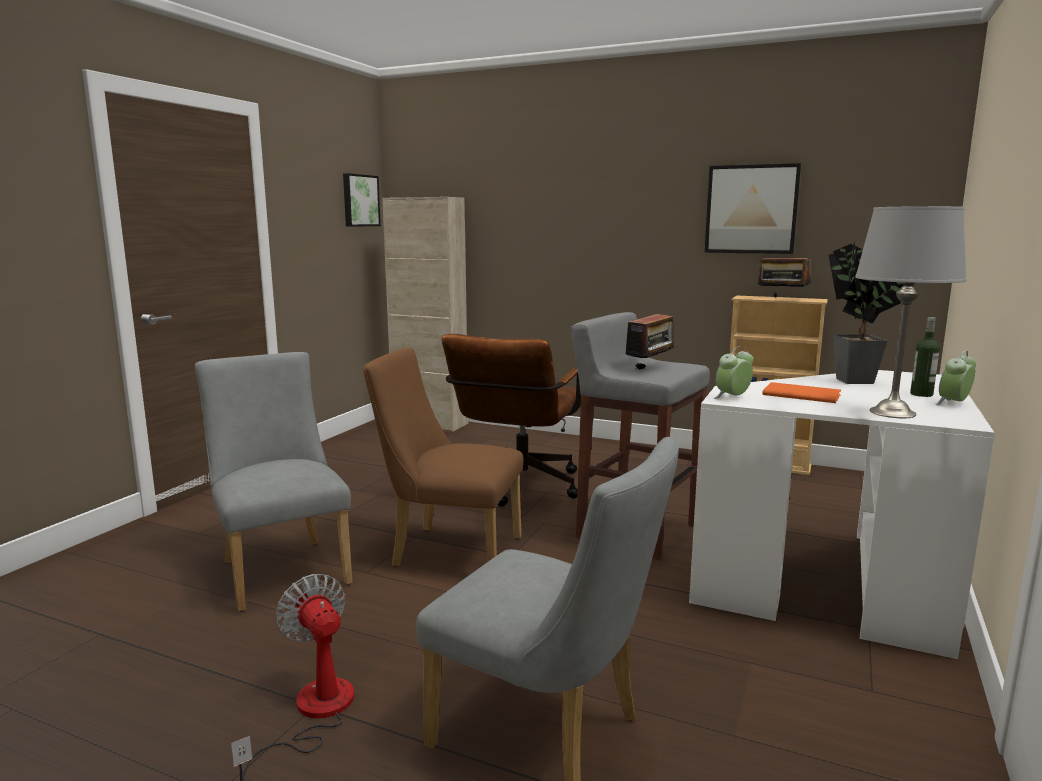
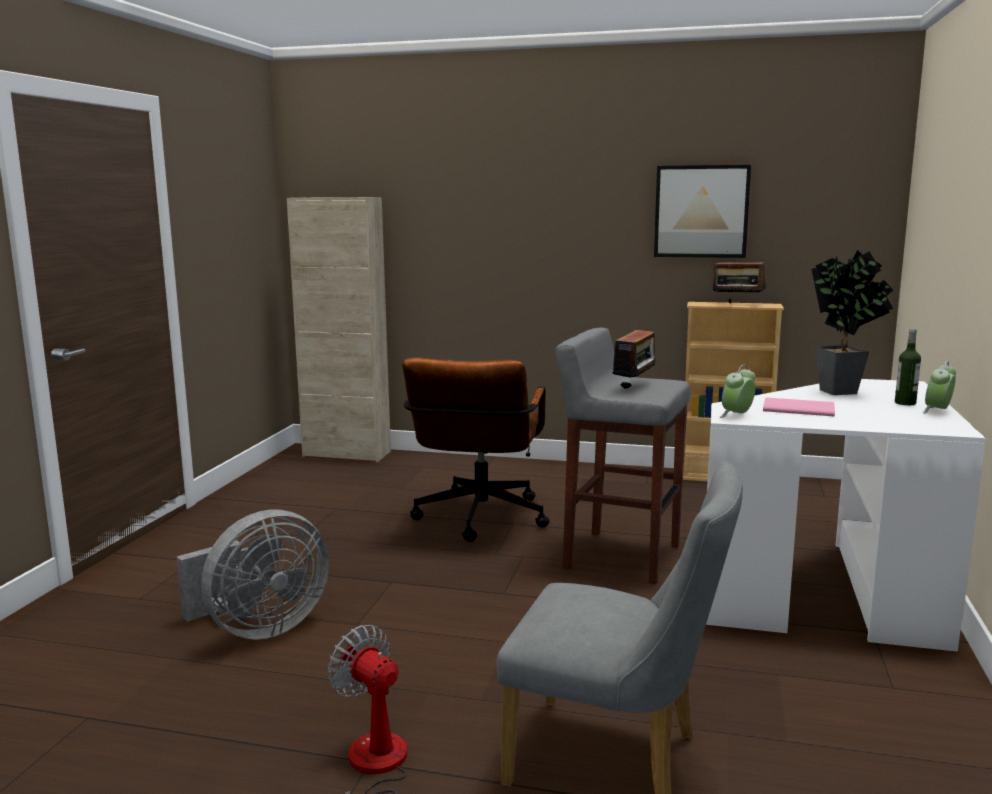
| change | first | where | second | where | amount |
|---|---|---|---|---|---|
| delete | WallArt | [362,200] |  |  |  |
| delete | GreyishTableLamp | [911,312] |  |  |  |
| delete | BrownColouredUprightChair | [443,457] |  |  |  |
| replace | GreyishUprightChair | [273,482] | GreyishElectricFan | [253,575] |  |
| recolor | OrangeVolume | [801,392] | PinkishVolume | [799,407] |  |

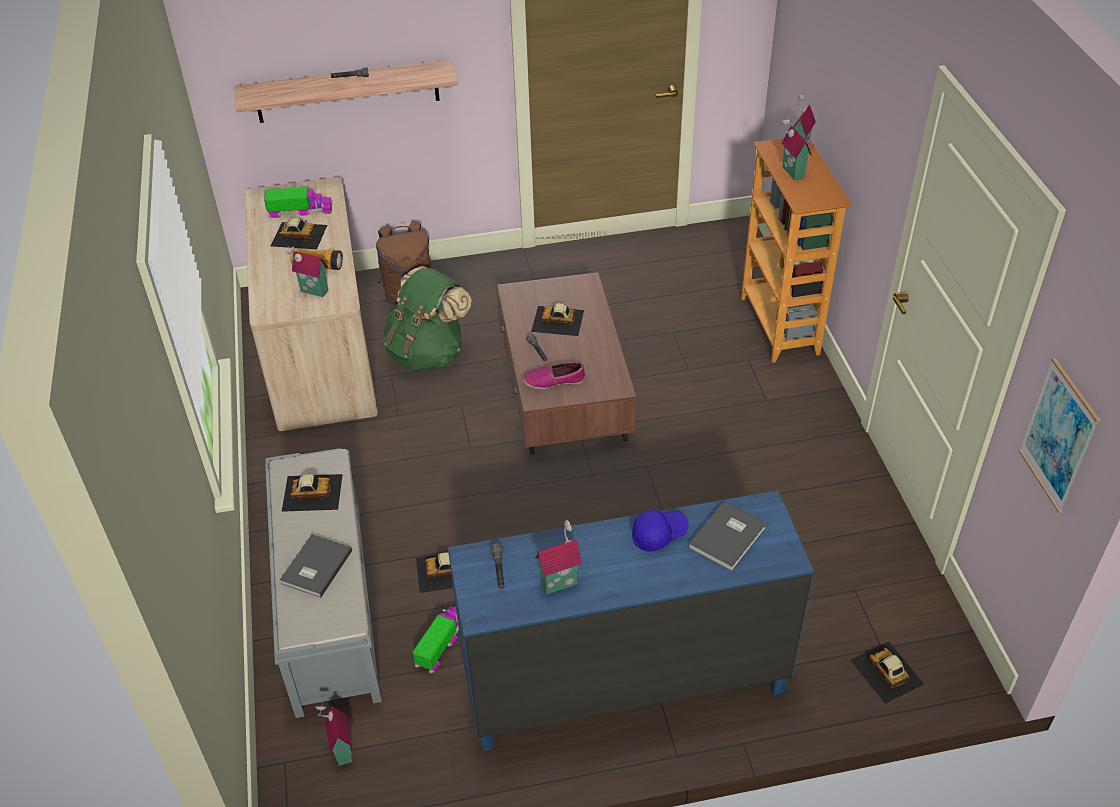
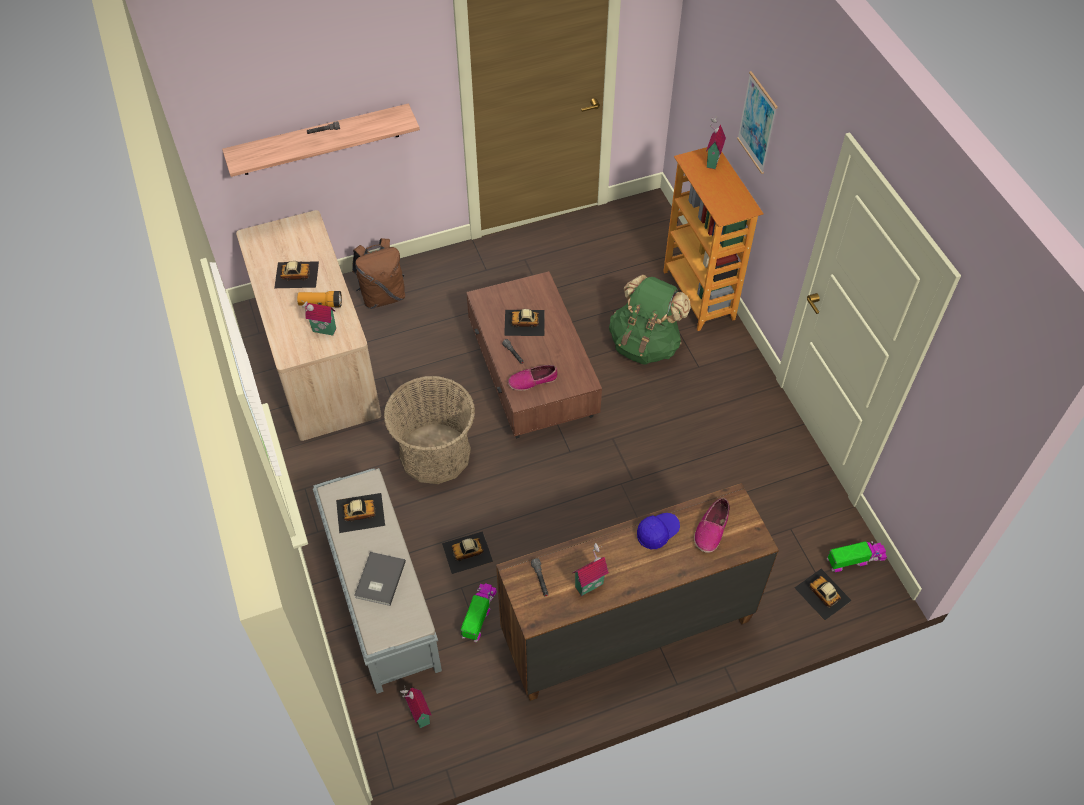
| change | first | where | second | where | amount |
|---|---|---|---|---|---|
| delete | MiniatureHouse | [796,149] |  |  |  |
| move | ToyLorry | [298,202] |  | [857,556] |  |
| move | GreenColouredRucksack | [427,318] |  | [650,320] |  |
| move | WallArt | [1059,435] |  | [757,122] |  |
| recolor | BlueColouredChestOfDrawers | [631,621] | BrownColouredChestOfDrawers | [637,592] |  |
| replace | GreyishVolume | [727,536] | LowShoe | [711,525] |  |
| insert |  |  | StorageBasket | [429,430] |  |

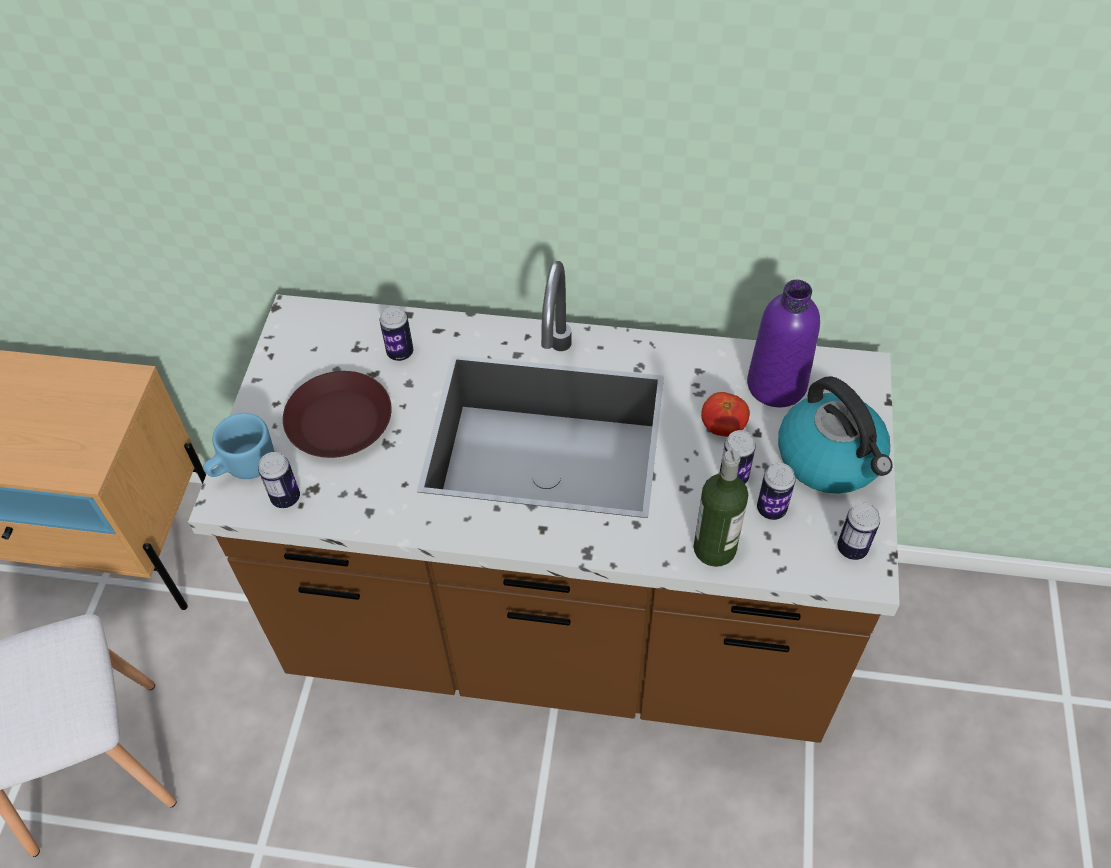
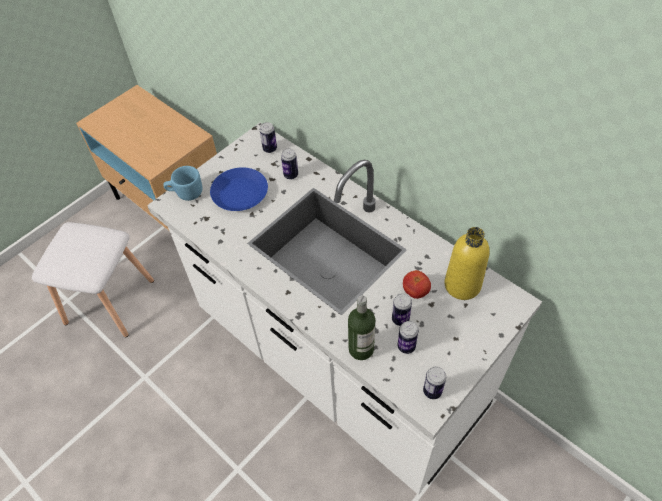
| change | first | where | second | where | amount |
|---|---|---|---|---|---|
| recolor | BrownColouredCounter | [544,502] | WhitishCounter | [344,309] |  |
| recolor | PurpleColouredBeverageBottle | [783,343] | YellowishBeverageBottle | [467,263] |  |
| recolor | BrownColouredDinnerPlate | [337,414] | BlueColouredDinnerPlate | [239,189] |  |
| delete | WaterKettle | [835,435] |  |  |  |
| move | MetalCan | [279,480] |  | [268,137] |  |

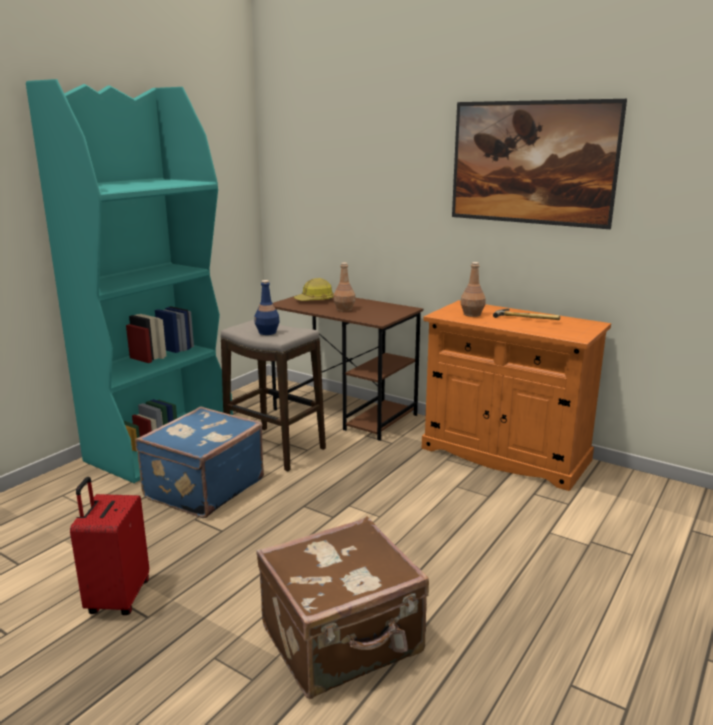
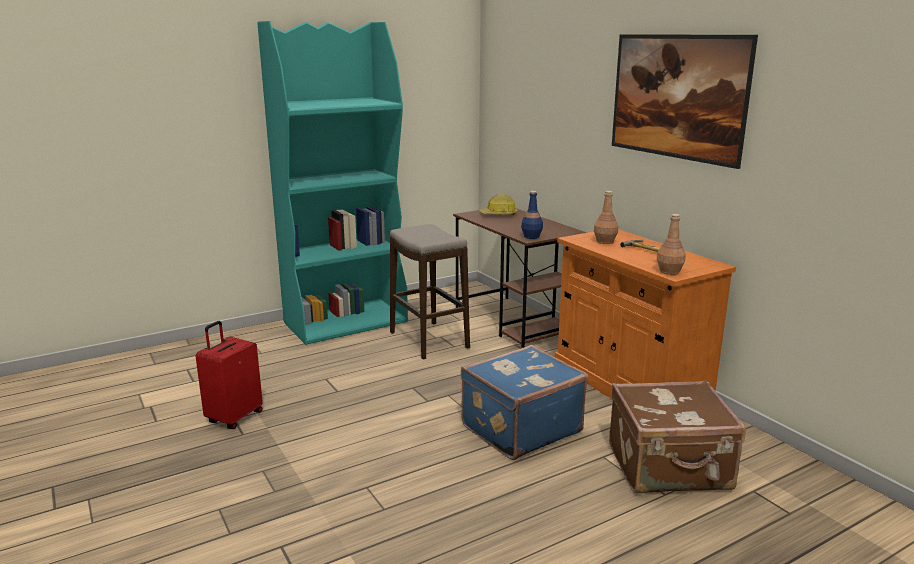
| change | first | where | second | where | amount |
|---|---|---|---|---|---|
| move | BrownColouredBeverageBottle | [344,287] |  | [671,244] |  |
| move | BlueColouredBeverageBottle | [267,307] |  | [532,215] |  |
| move | BlueColouredSuitcase | [199,462] |  | [524,402] |  |
| move | BrownColouredSuitcase | [342,607] |  | [677,437] |  |

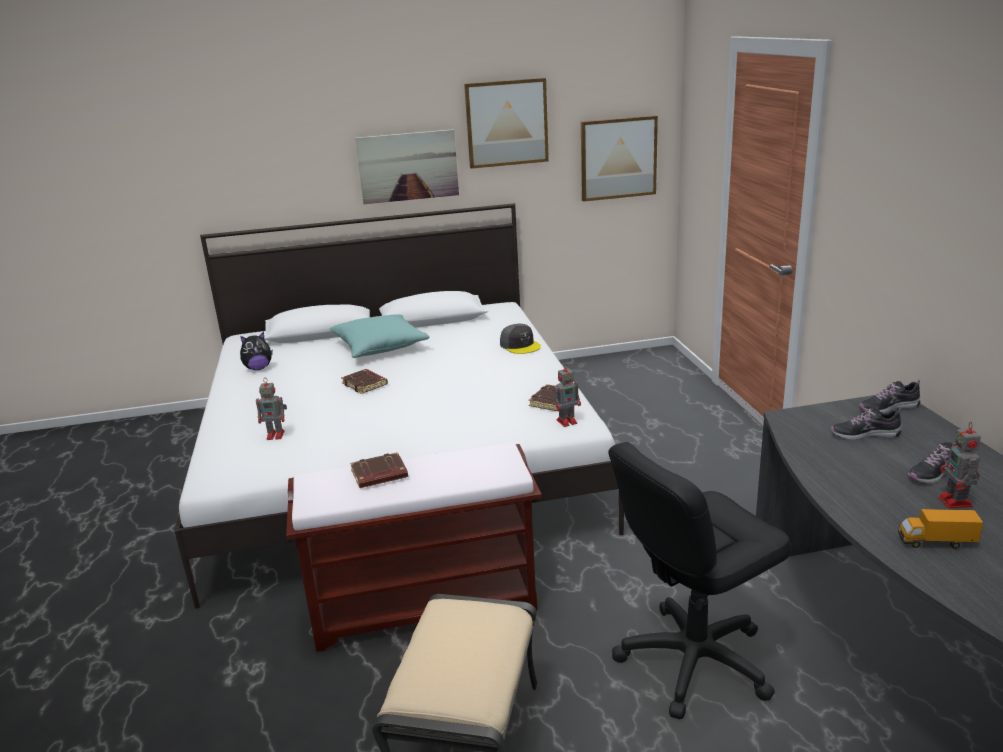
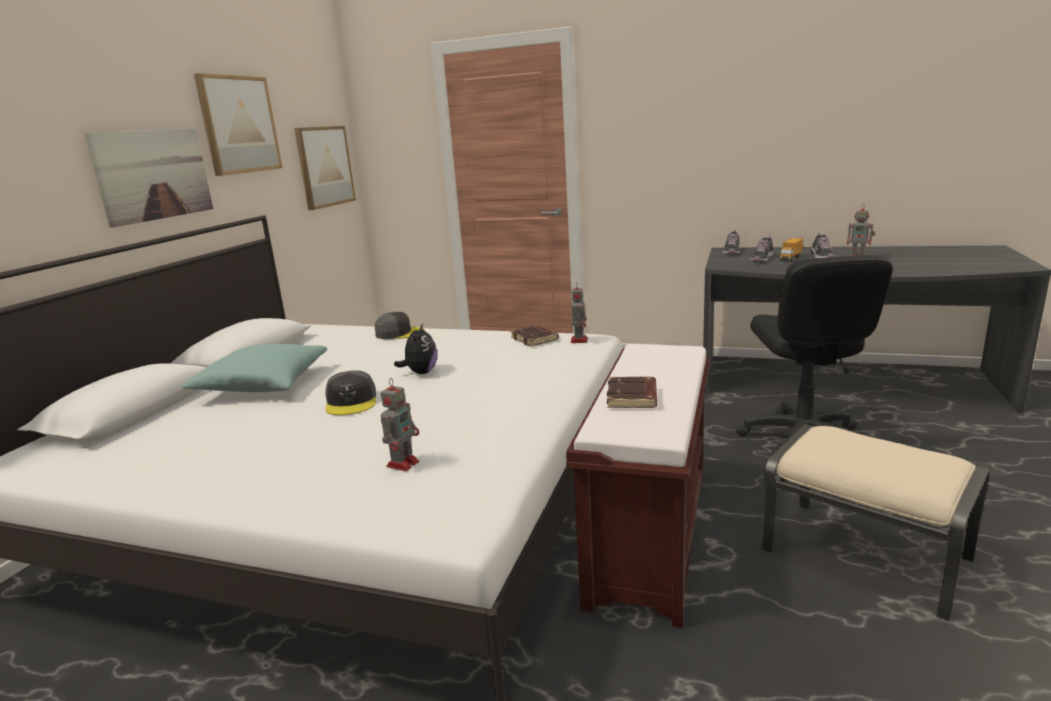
| change | first | where | second | where | amount |
|---|---|---|---|---|---|
| move | PlushToy | [256,351] |  | [415,348] |  |
| replace | BrownColouredVolume | [364,381] | GreyishPeakedCap | [350,392] |  |
| move | ToyLorry | [941,529] |  | [791,250] |  |

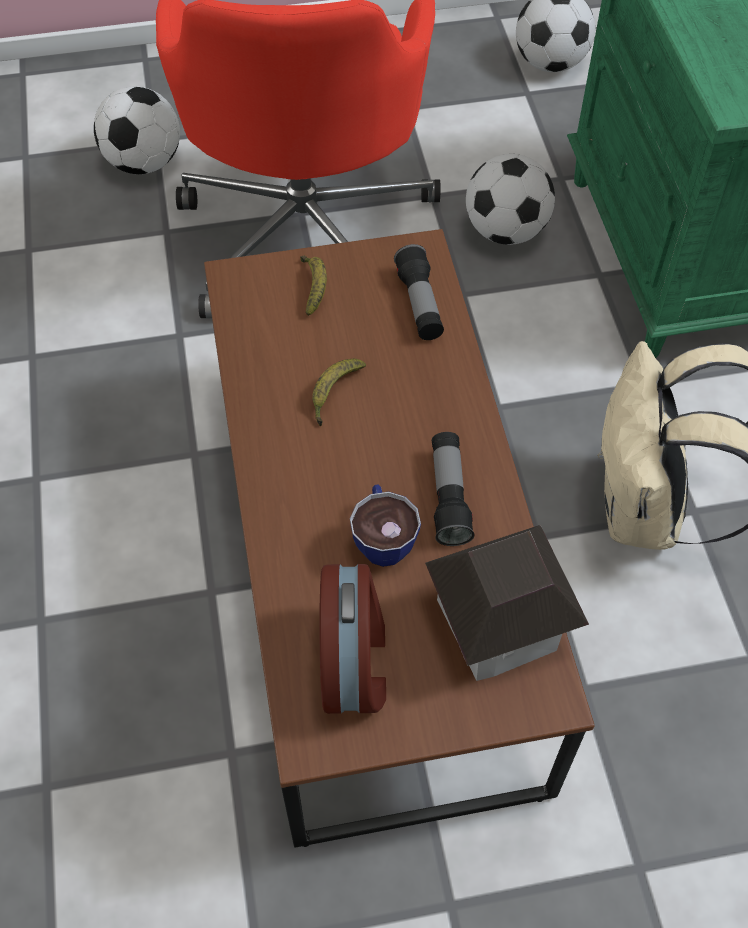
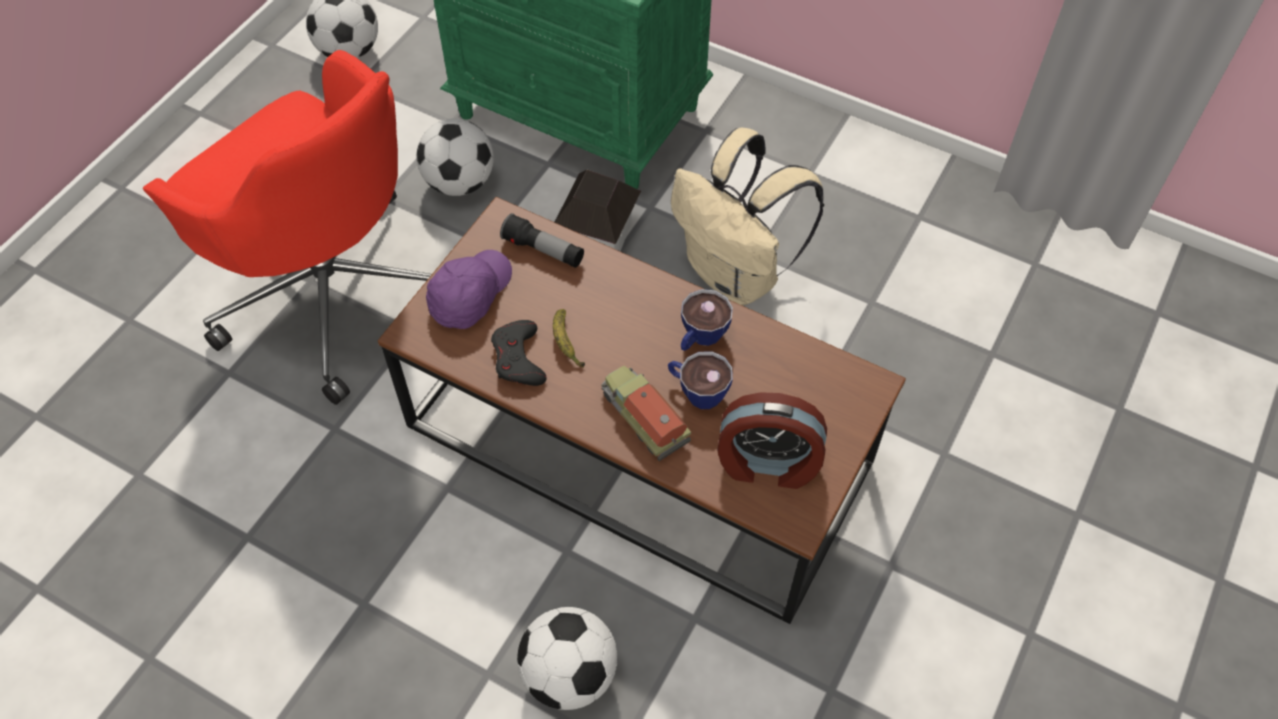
| change | first | where | second | where | amount |
|---|---|---|---|---|---|
| move | FootballBall | [137,130] |  | [567,658] |  |
| replace | BananaFruit | [313,285] | PurpleColouredPeakedCap | [469,289] |  |
| replace | Flashlight | [453,489] | Cup | [707,320] |  |
| move | MiniatureHouse | [507,603] |  | [598,210] |  |
| rotate | BedsideClock | [352,639] |  | [772,440] | 150 degrees clockwise |
| insert |  |  | BlackishJoypad | [519,353] |  |
| insert |  |  | ToyLorry | [646,413] |  |

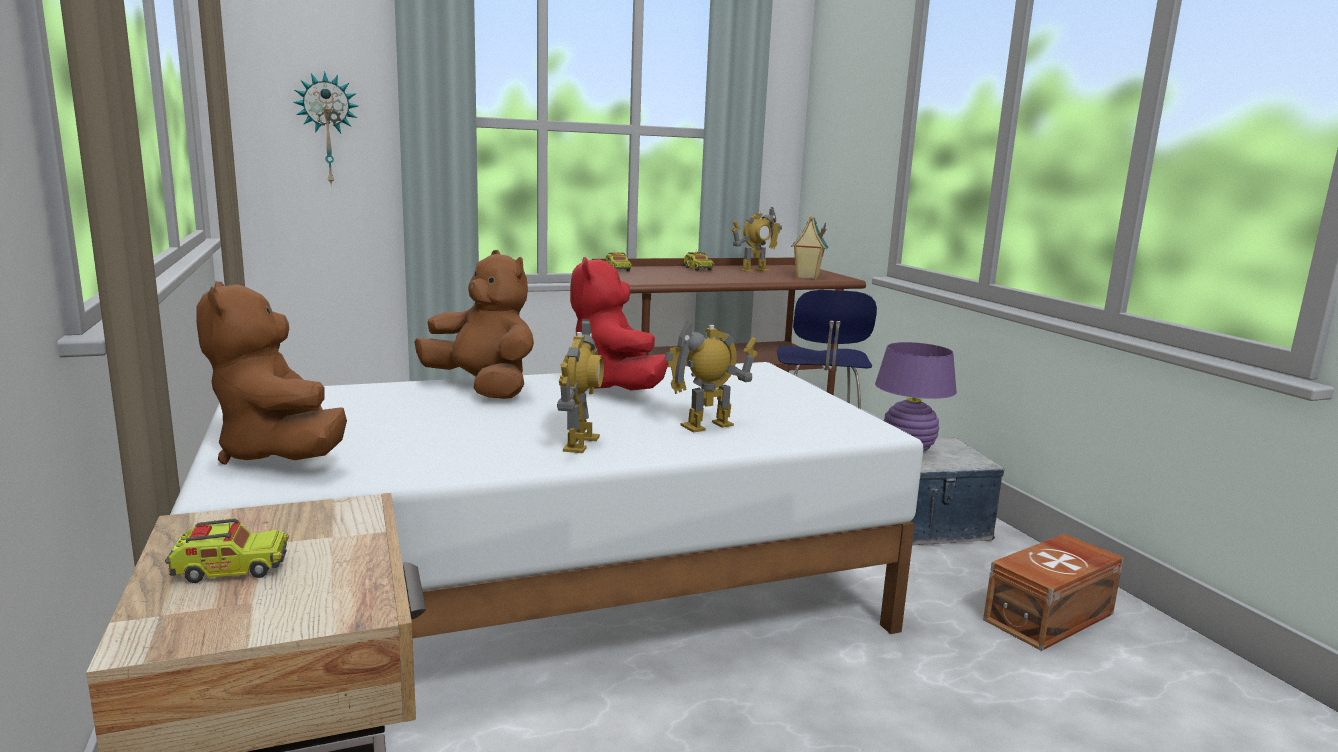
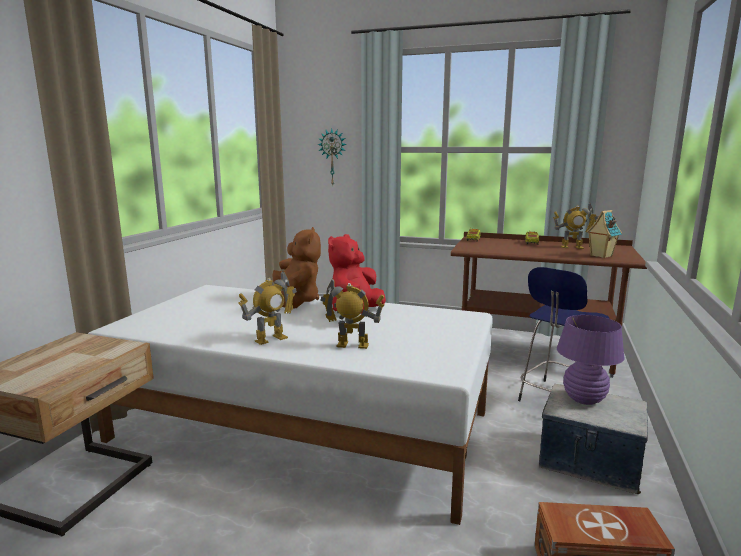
| change | first | where | second | where | amount |
|---|---|---|---|---|---|
| delete | BrownColouredPlushToy | [271,372] |  |  |  |
| delete | ToyLorry | [227,550] |  |  |  |

